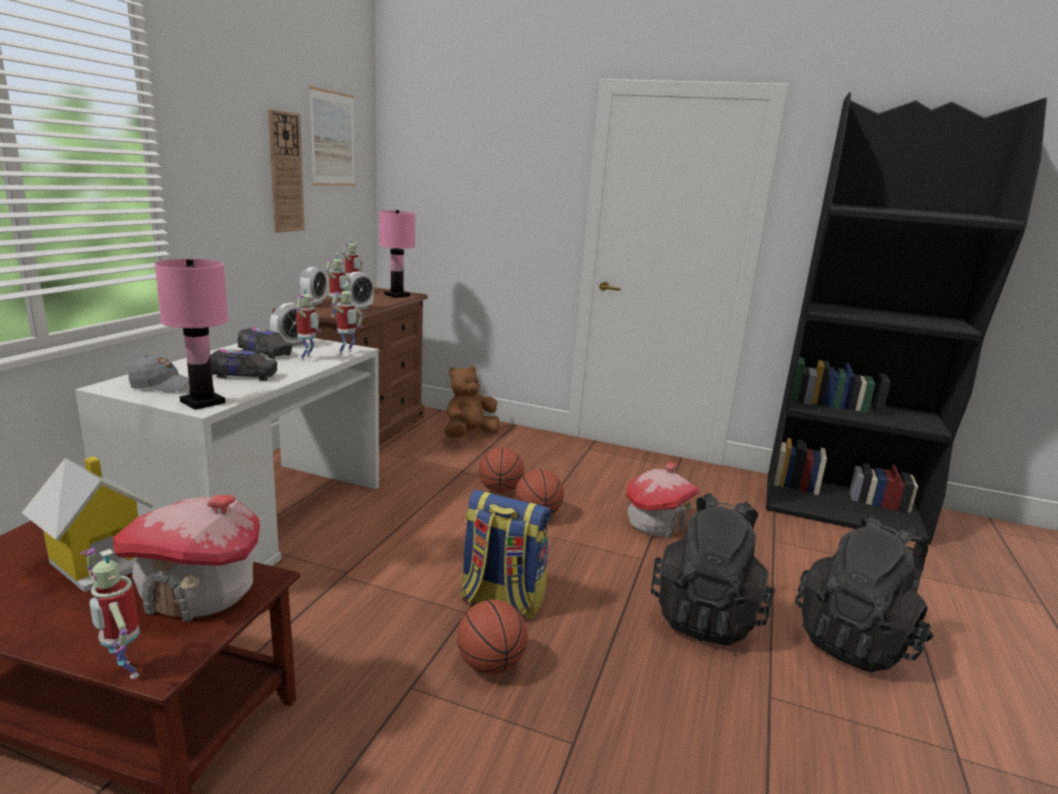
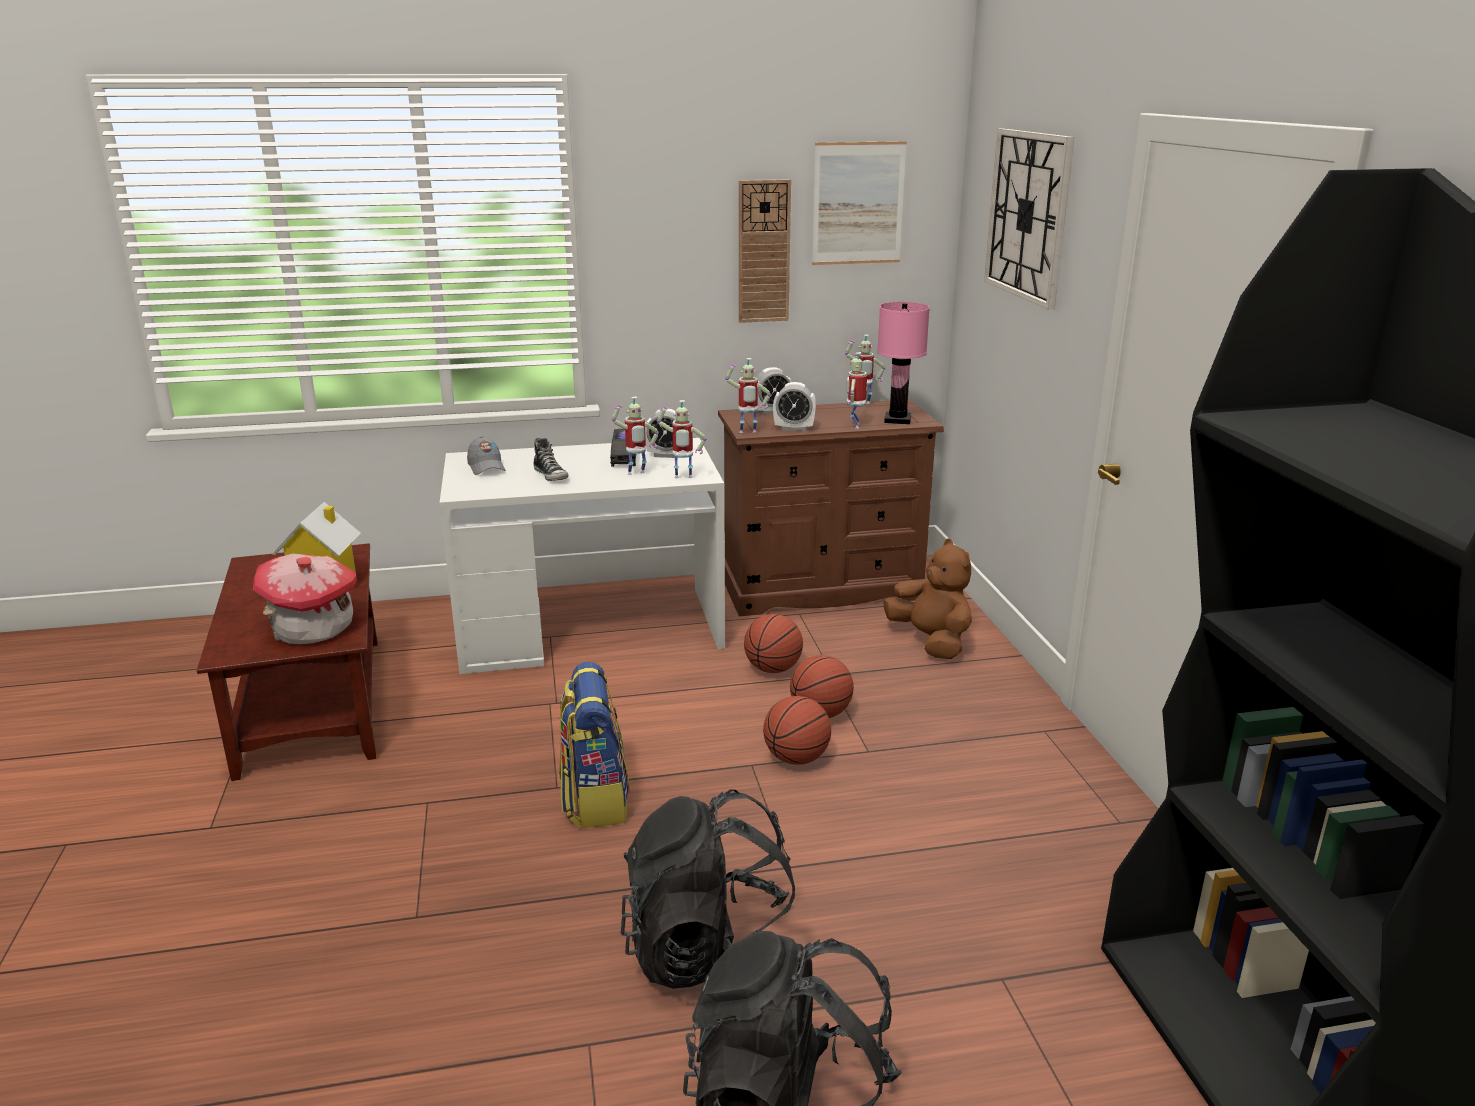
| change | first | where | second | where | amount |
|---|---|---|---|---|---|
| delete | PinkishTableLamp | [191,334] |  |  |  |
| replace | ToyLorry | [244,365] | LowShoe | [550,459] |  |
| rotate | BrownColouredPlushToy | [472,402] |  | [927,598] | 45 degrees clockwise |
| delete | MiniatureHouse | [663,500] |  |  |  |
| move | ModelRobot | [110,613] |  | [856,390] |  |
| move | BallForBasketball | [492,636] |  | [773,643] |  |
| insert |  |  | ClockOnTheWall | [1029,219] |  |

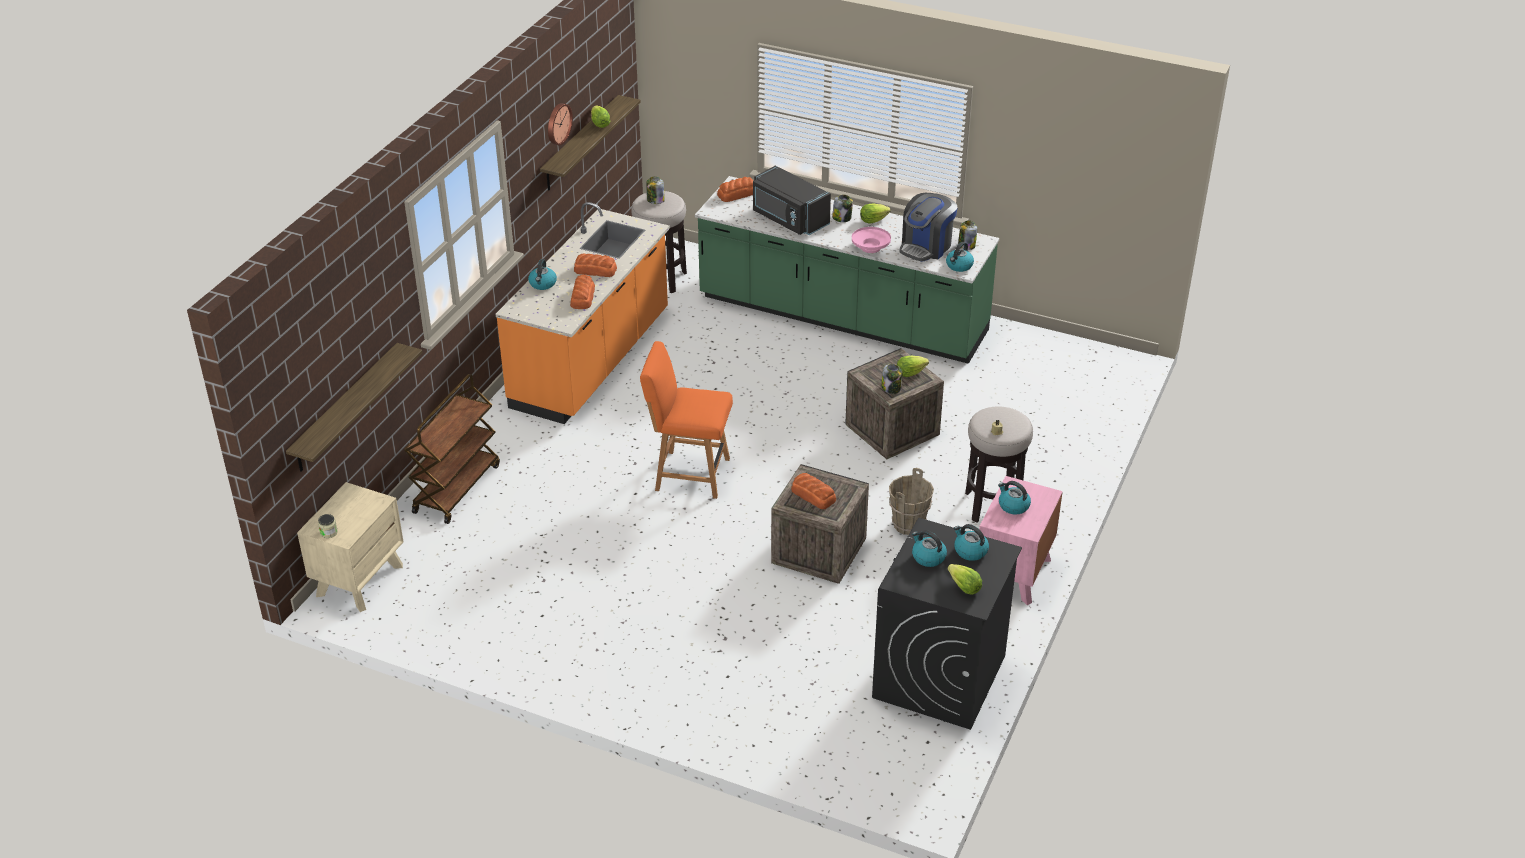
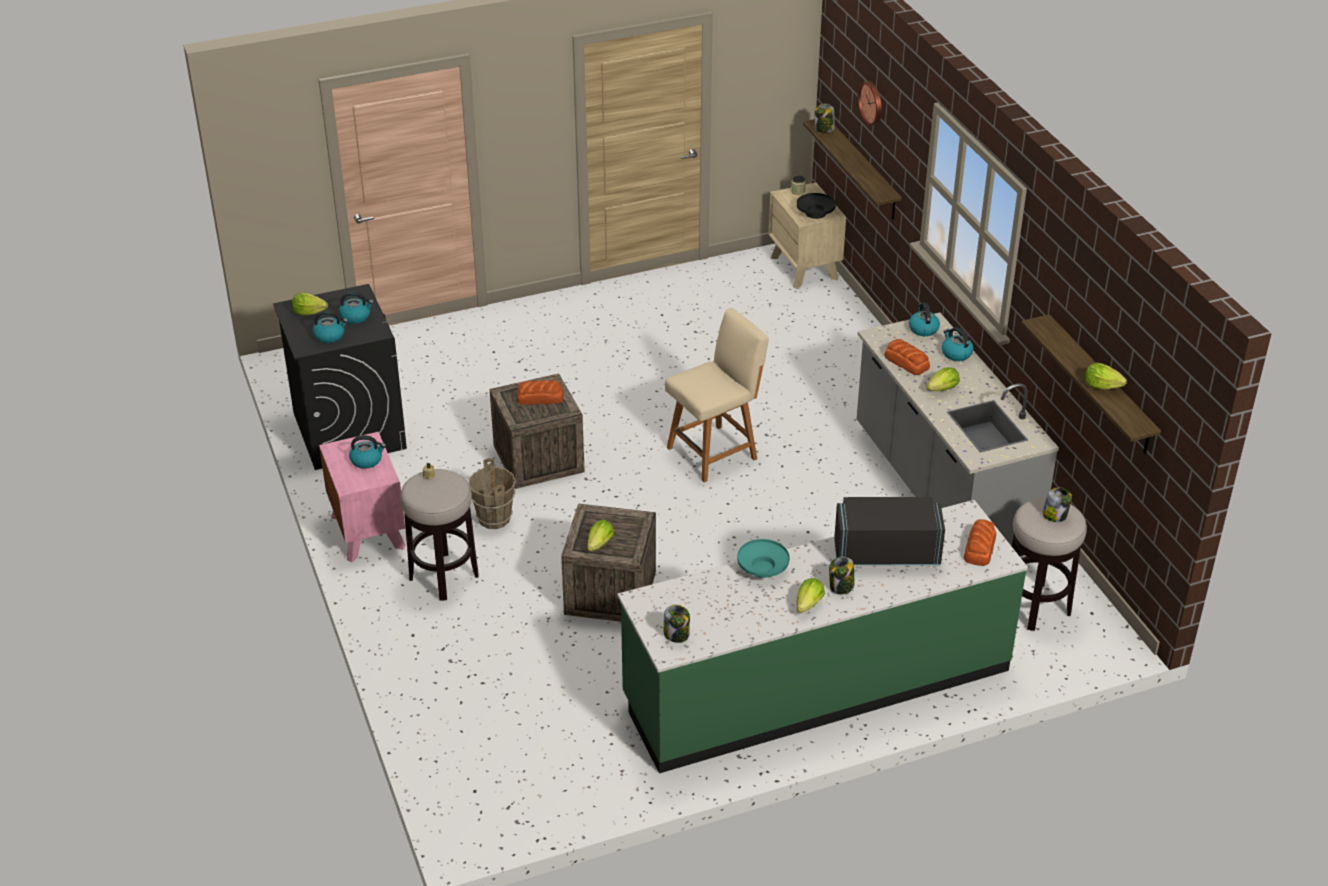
| change | first | where | second | where | amount |
|---|---|---|---|---|---|
| move | ClockOnTheWall | [560,124] |  | [870,103] |  |
| delete | CoffeeMachine | [929,227] |  |  |  |
| recolor | OrangeCounter | [583,313] | GreyishCounter | [958,434] |  |
| recolor | PinkishDeepDish | [871,240] | TurquoiseColouredDeepDish | [763,558] |  |
| move | WaterKettle | [960,257] |  | [924,319] |  |
| replace | Bread | [595,265] | Lettuce | [943,379] |  |
| recolor | OrangeUprightChair | [686,420] | SandColouredUprightChair | [717,395] |  |
| move | StorageJar | [892,379] |  | [825,118] |  |
| delete | BrownColouredCart | [452,449] |  |  |  |
| insert |  |  | BlackishDeepDish | [816,206] |  |

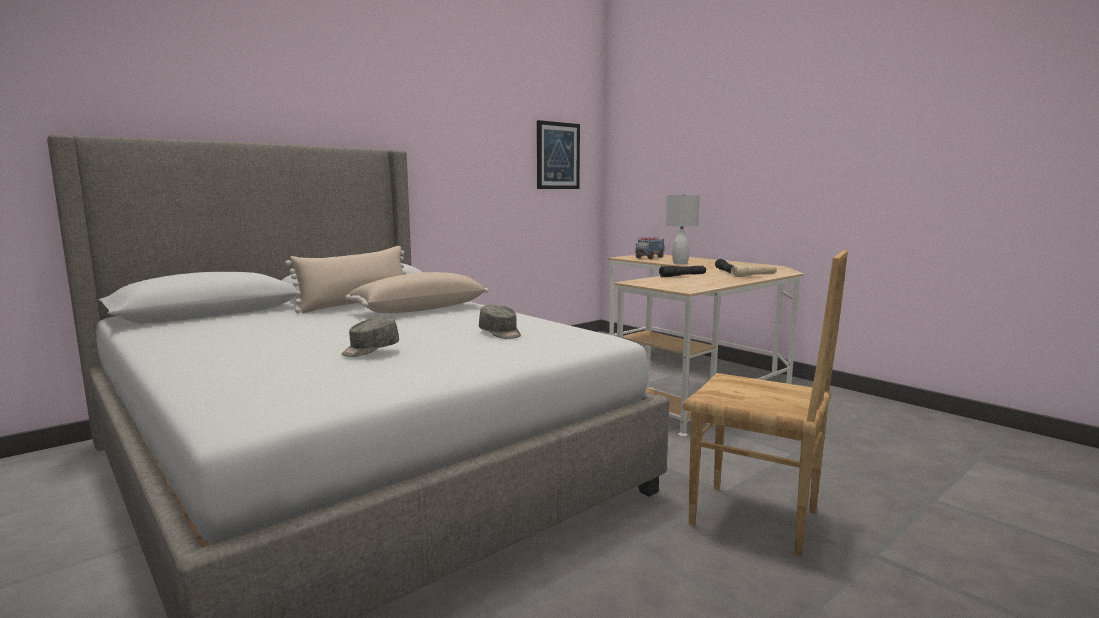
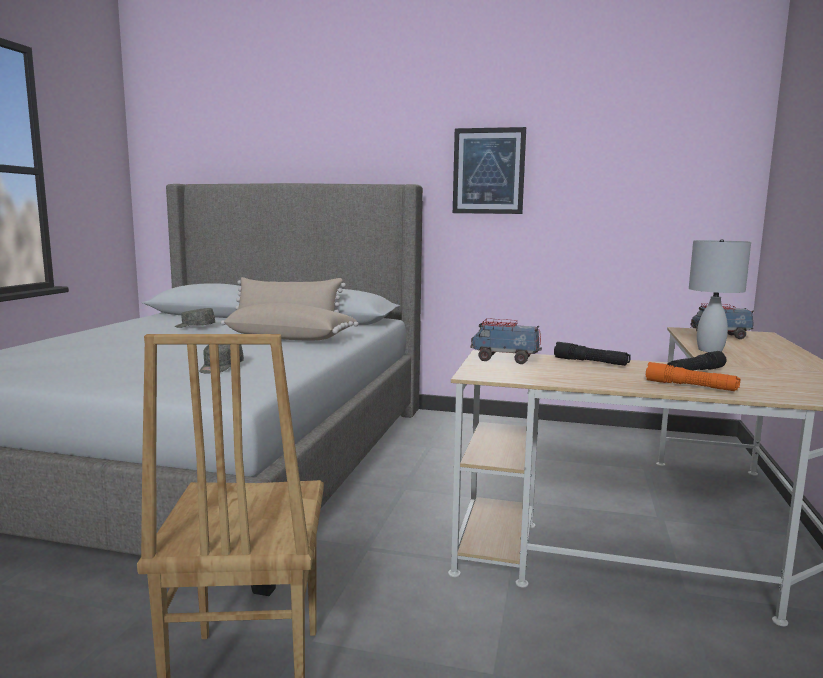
| change | first | where | second | where | amount |
|---|---|---|---|---|---|
| move | WallArt | [558,154] |  | [489,170] |  |
| recolor | SandColouredFlashlight | [754,271] | OrangeFlashlight | [693,376] |  |
| move | GreyishPeakedCap | [370,337] |  | [195,318] |  |
| insert |  |  | ToyLorry | [506,341] |  |

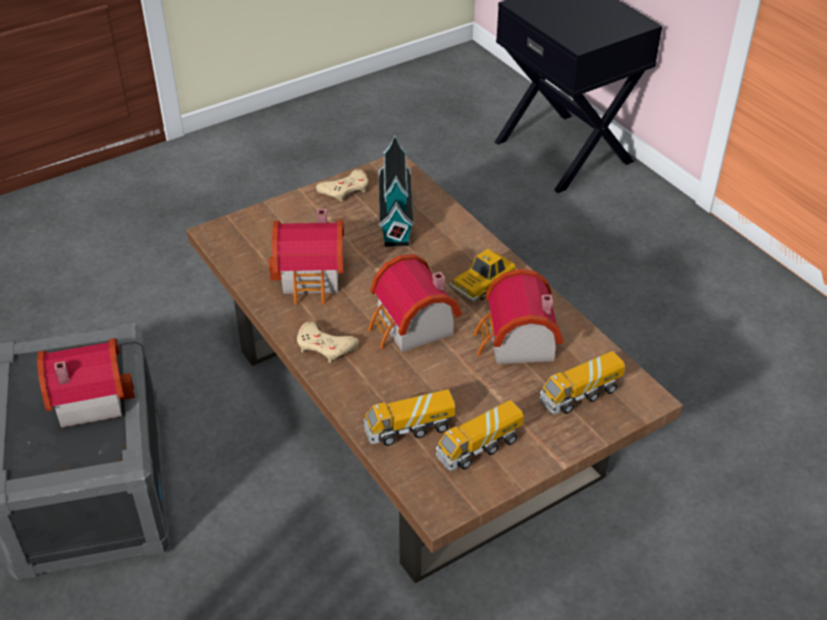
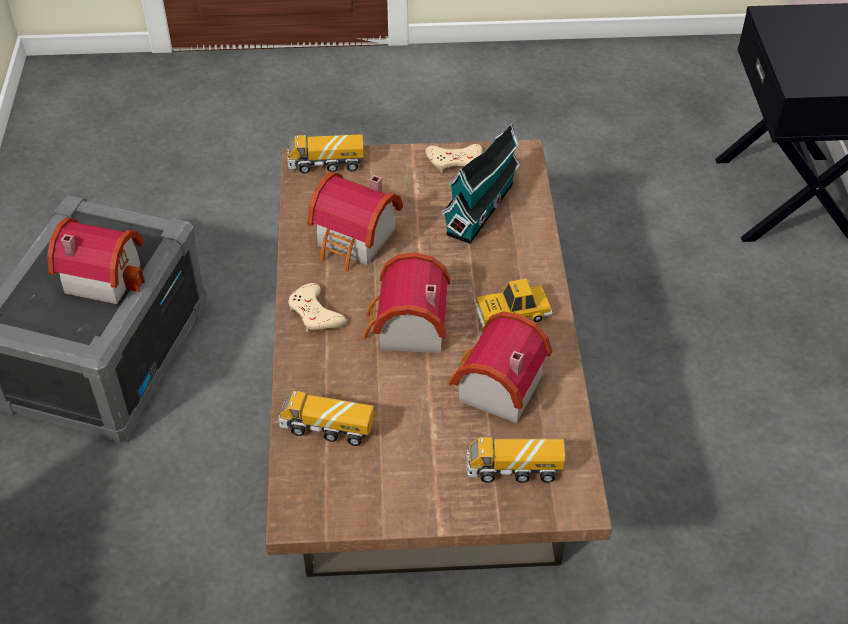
| change | first | where | second | where | amount |
|---|---|---|---|---|---|
| move | ToyLorry | [480,435] |  | [325,154] |  |

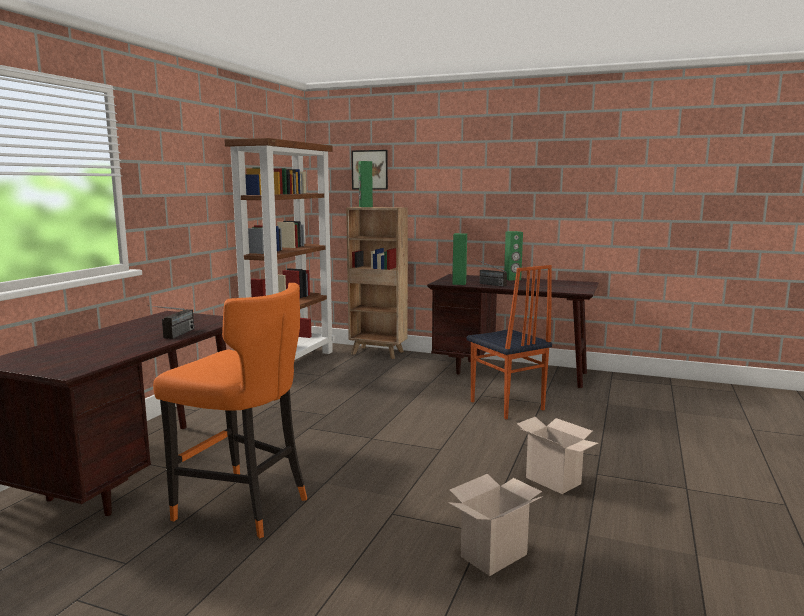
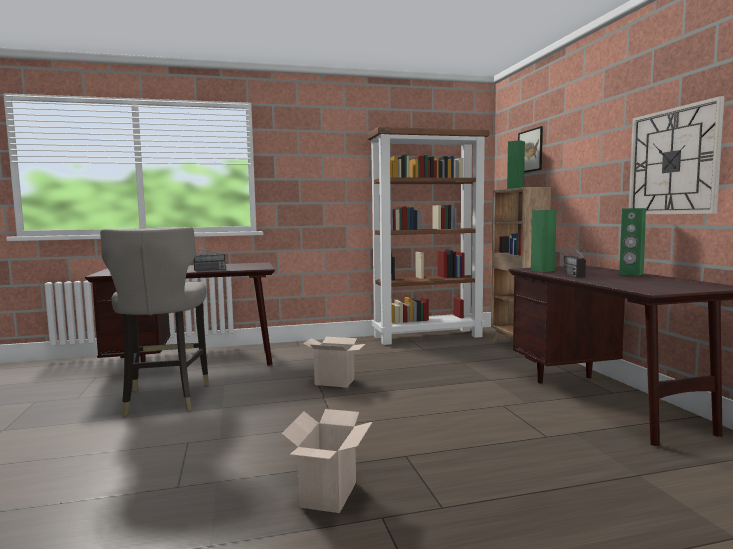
| change | first | where | second | where | amount |
|---|---|---|---|---|---|
| delete | UprightChair | [509,342] |  |  |  |
| recolor | OrangeSittingStool | [230,410] | GreyishSittingStool | [154,321] |  |
| move | CardboardBox | [496,525] |  | [334,362] |  |
| insert |  |  | ClockOnTheWall | [677,155] |  |

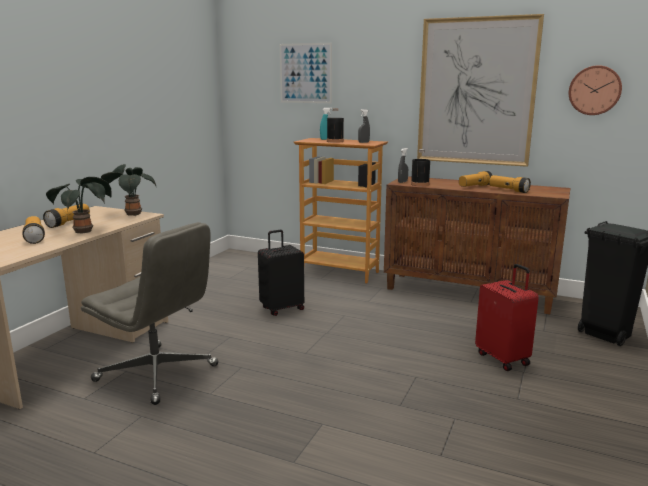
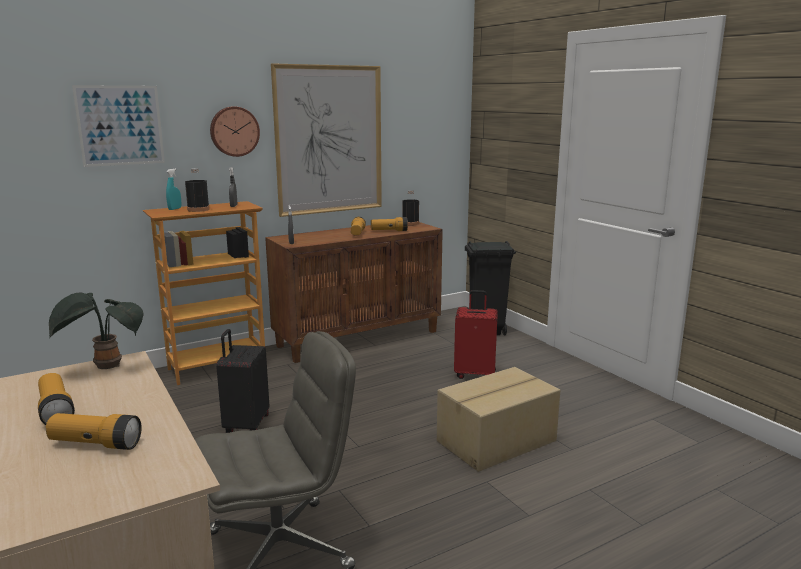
| change | first | where | second | where | amount |
|---|---|---|---|---|---|
| move | ClockOnTheWall | [595,90] |  | [235,131] |  |
| move | BlackishBeverageBottle | [420,167] |  | [410,207] |  |
| delete | PottedPlant | [78,205] |  |  |  |
| insert |  |  | CardboardBox | [498,419] |  |

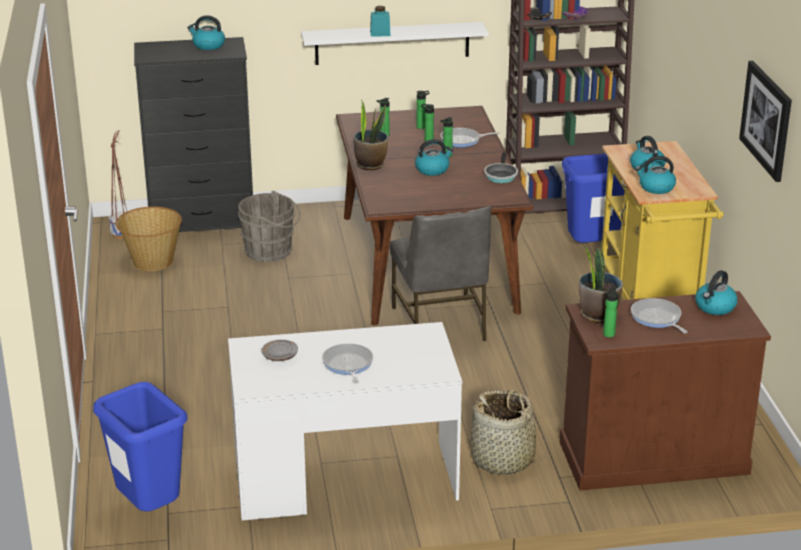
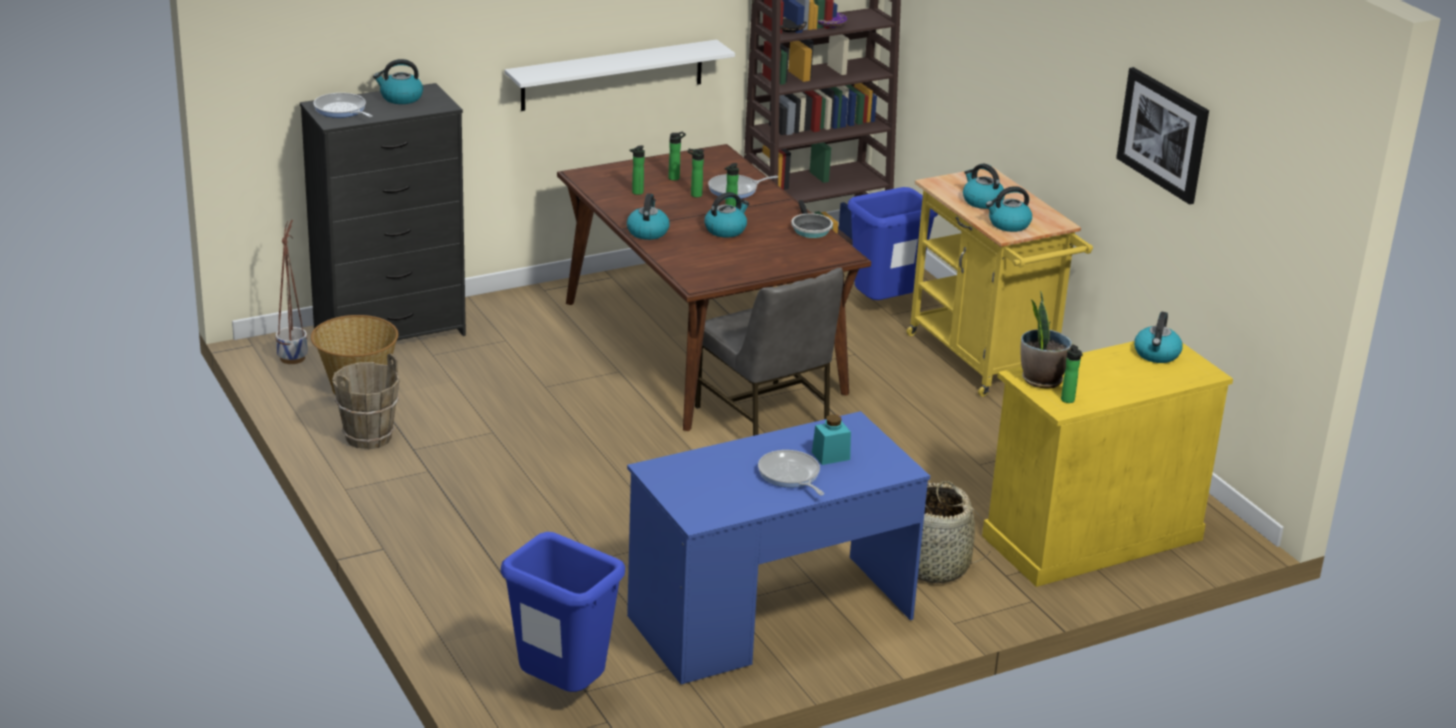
| change | first | where | second | where | amount |
|---|---|---|---|---|---|
| move | TurquoiseColouredStorageJar | [380,21] |  | [831,440] |  |
| replace | PottedPlant | [371,135] | WaterKettle | [648,216] |  |
| delete | GreyishWaterBucket | [269,226] |  |  |  |
| recolor | BrownColouredCabinet | [665,391] | YellowishCabinet | [1107,464] |  |
| move | Pan | [659,315] |  | [343,105] |  |
| recolor | WhitishDesk | [345,421] | BlueColouredDesk | [778,547] |  |
| delete | GreyishDinnerPlate | [279,350] |  |  |  |
| insert |  |  | BrownColouredWaterBucket | [366,402] |  |

